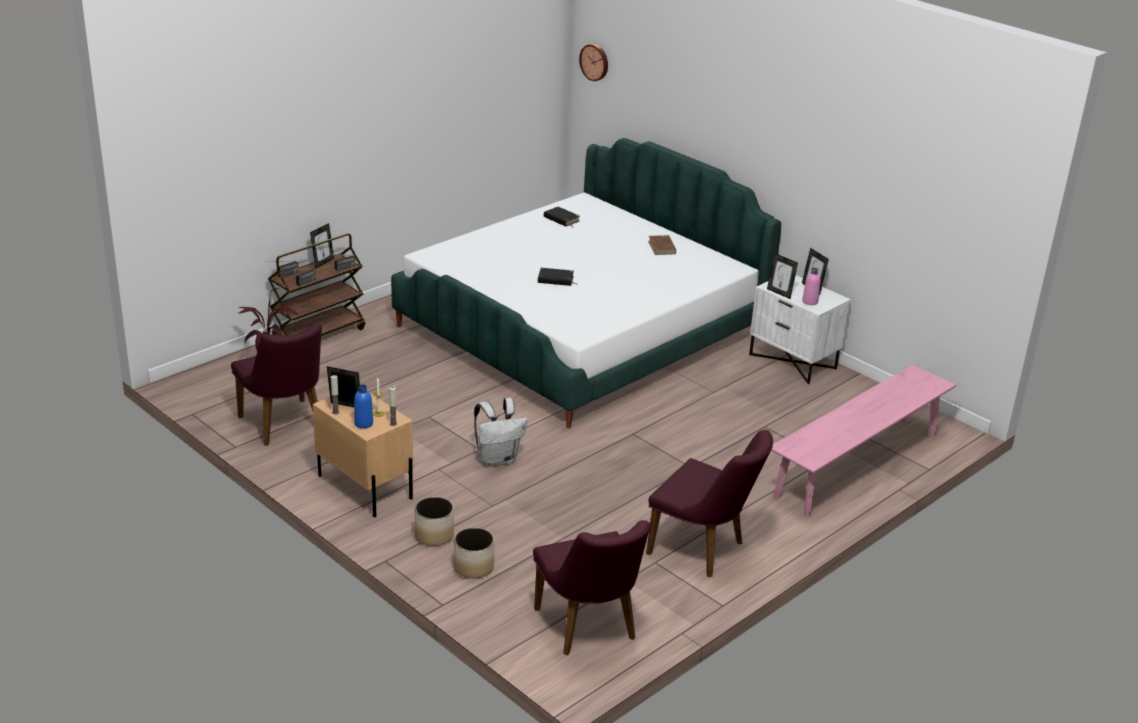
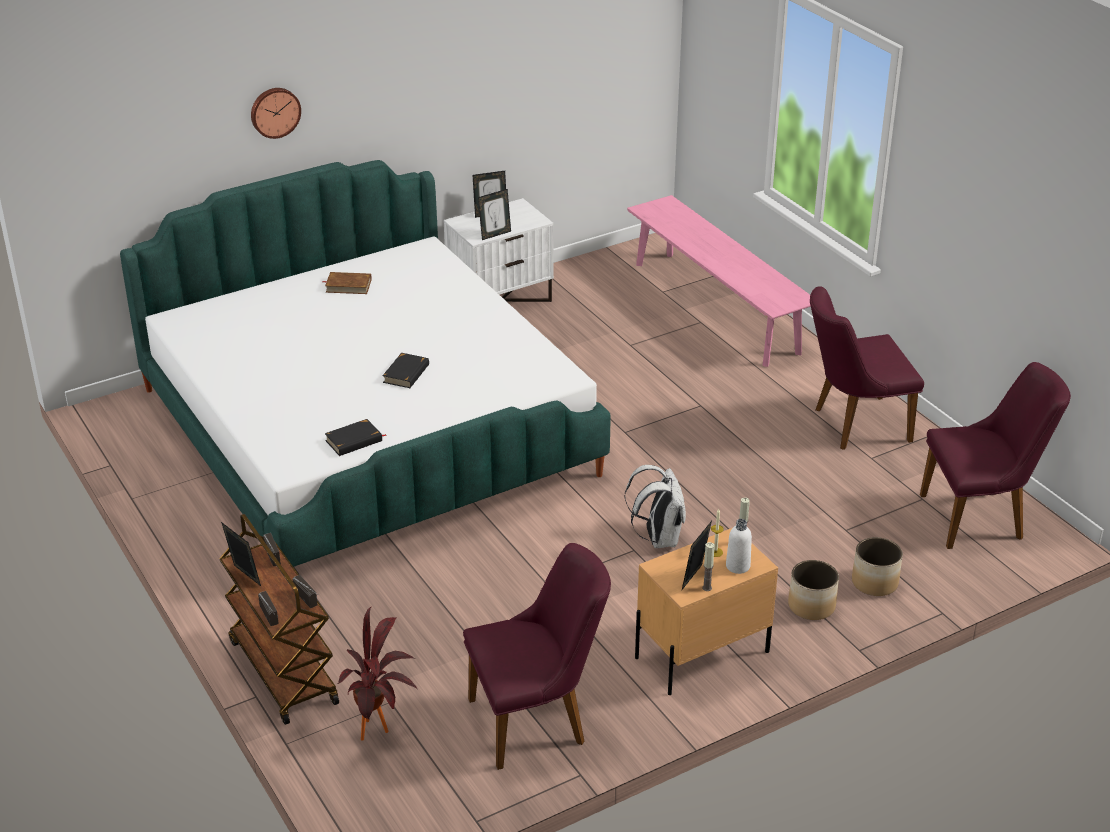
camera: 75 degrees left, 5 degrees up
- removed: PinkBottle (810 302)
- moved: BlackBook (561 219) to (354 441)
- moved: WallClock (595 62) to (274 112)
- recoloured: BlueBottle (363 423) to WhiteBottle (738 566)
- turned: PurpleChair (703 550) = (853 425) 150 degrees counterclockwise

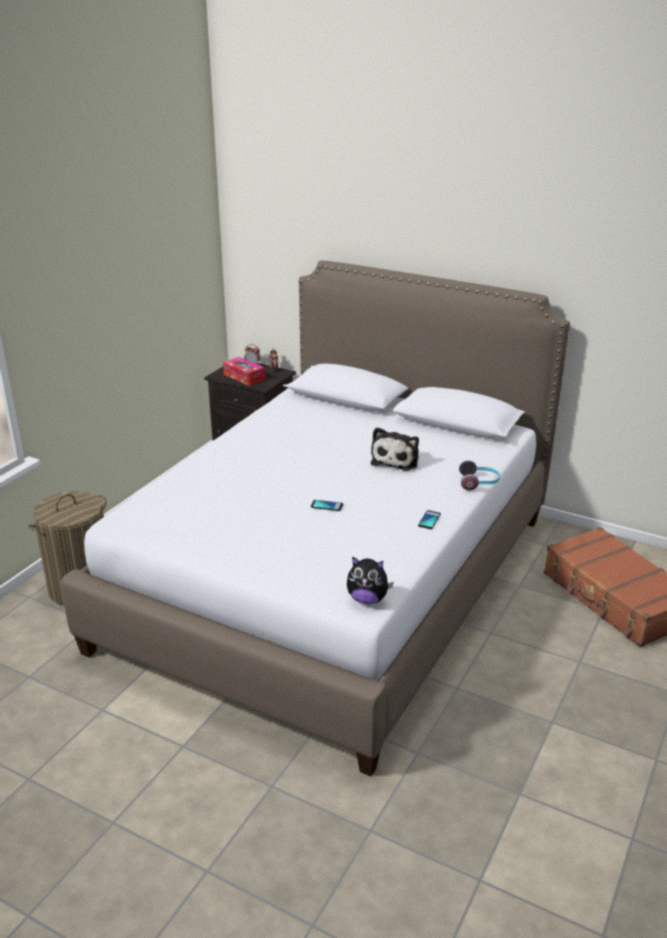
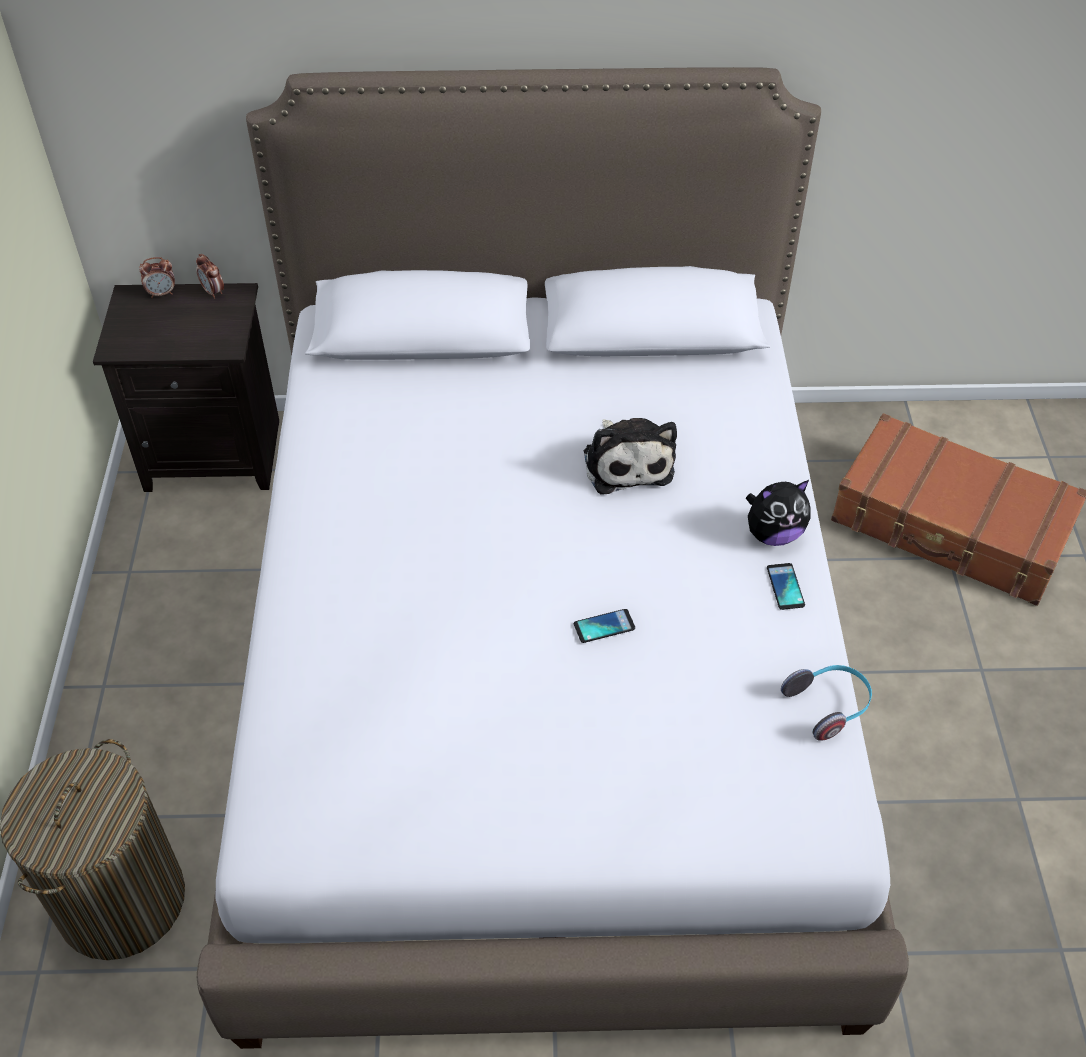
camera: 30 degrees left, 20 degrees up
- removed: TissueBox (244 377)
- moved: PlushToy (367 599) to (773 534)
- moved: Headphones (479 483) to (829 706)

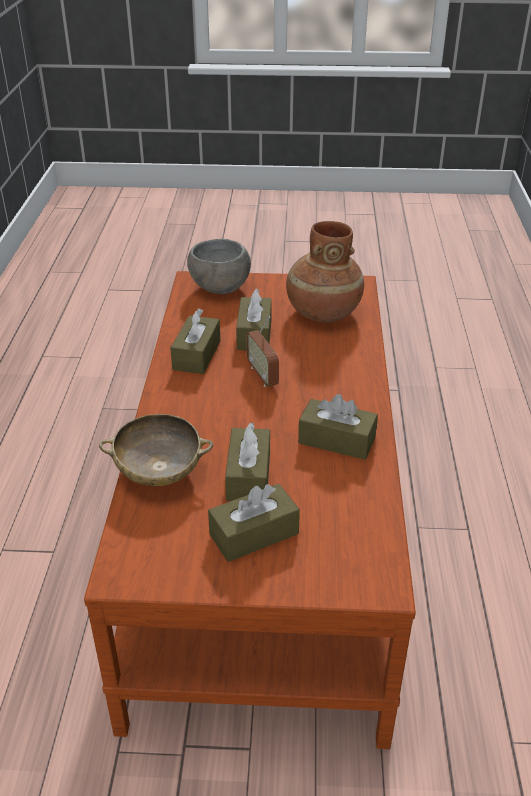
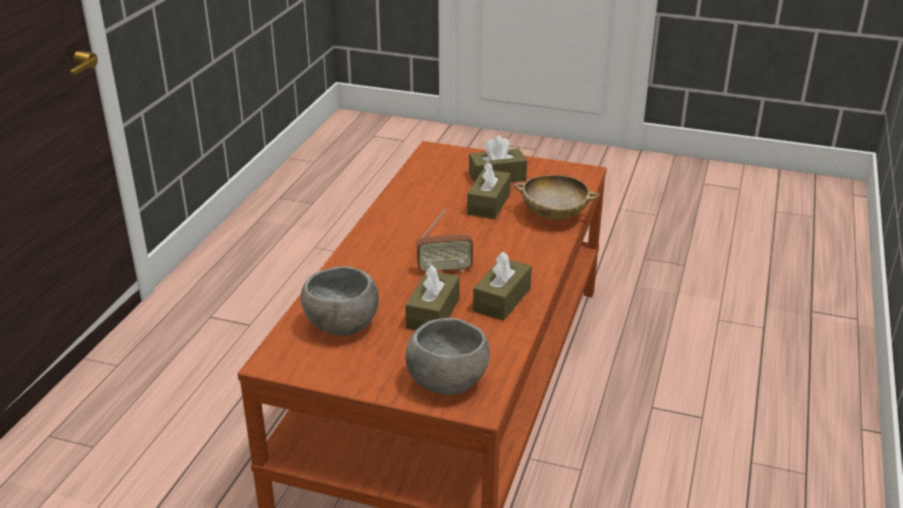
camera: 165 degrees left, 5 degrees down
- removed: BrownTissueBox (336 440)
- replaced: BrownVase (322 313) to GreyBowl (343 327)
- turned: Radio (263 375) = (444 270) 90 degrees clockwise

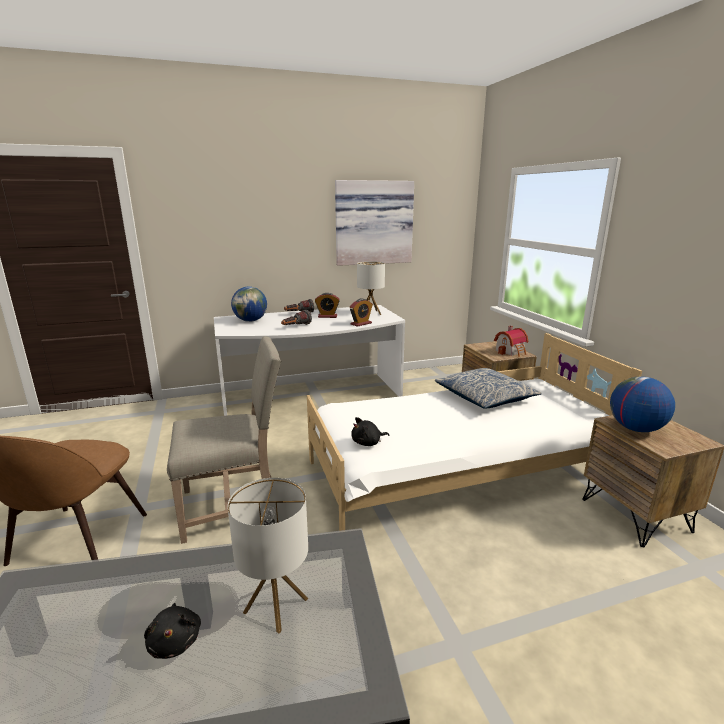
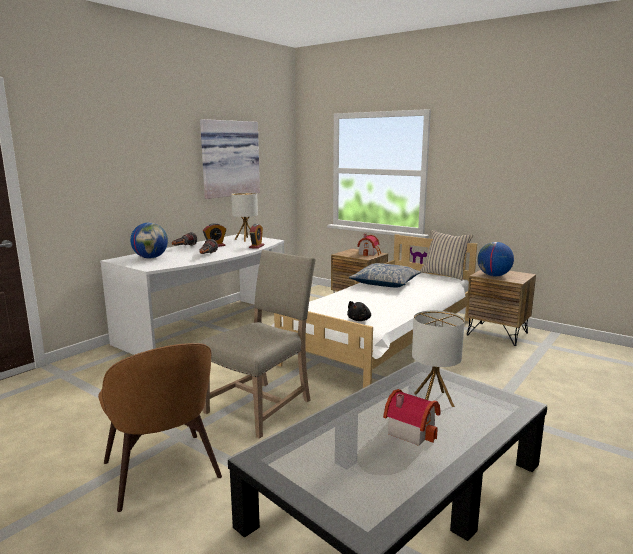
camera: 35 degrees left, 5 degrees down
- added: BeigePillow (444 274)
- replaced: BlackPlushToy (175 641) to ToyHouse (411 430)

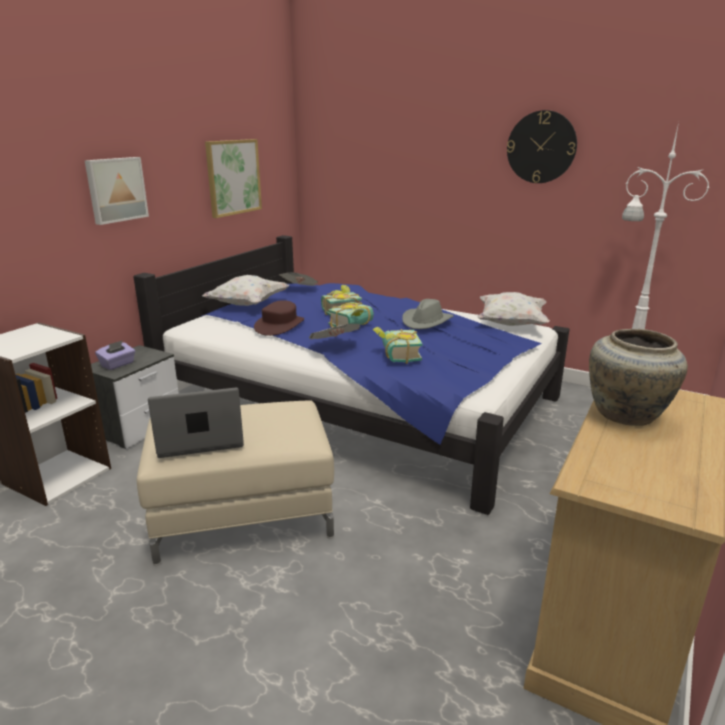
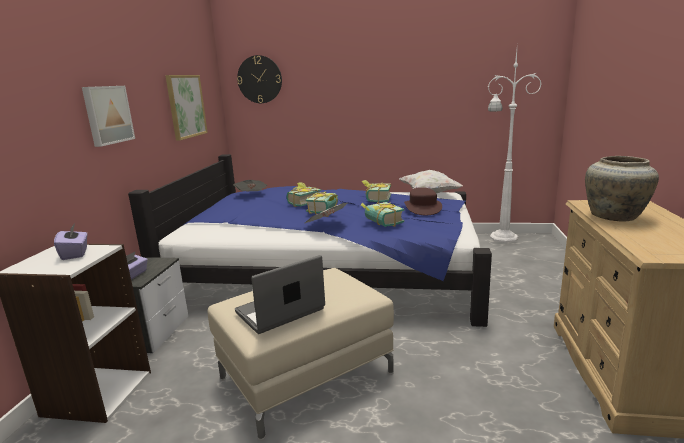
camera: 20 degrees left, 5 degrees down
- removed: WhitePillow (247 305)
- added: PurpleTissueBox (75 253)
- moved: BrownHat (280 325) to (423 208)
- moved: WallClock (541 147) to (259 79)
- replaced: GreyHat (427 321) to Book (375 199)

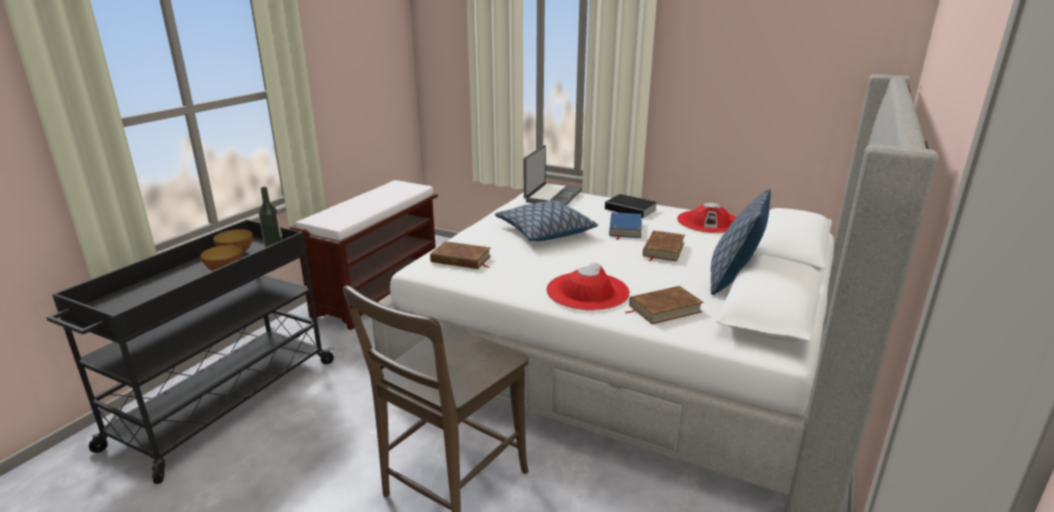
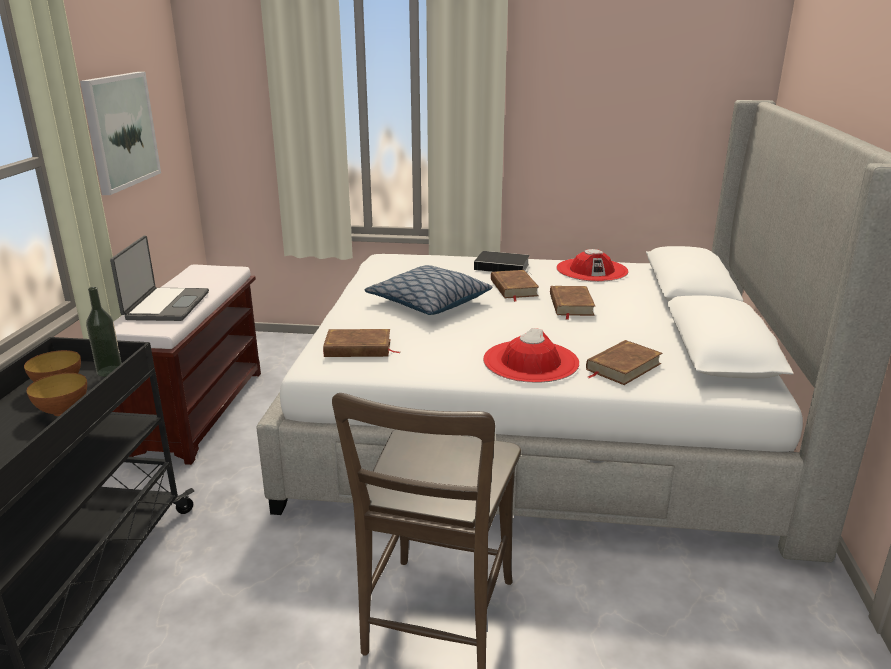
camera: 20 degrees left, 0 degrees up
- removed: Pillow (733 279)
- added: Picture (120 131)
- moved: Laptop (552 196) to (165 306)
- recoloured: BlueBook (625 228) to BrownBook (513 288)

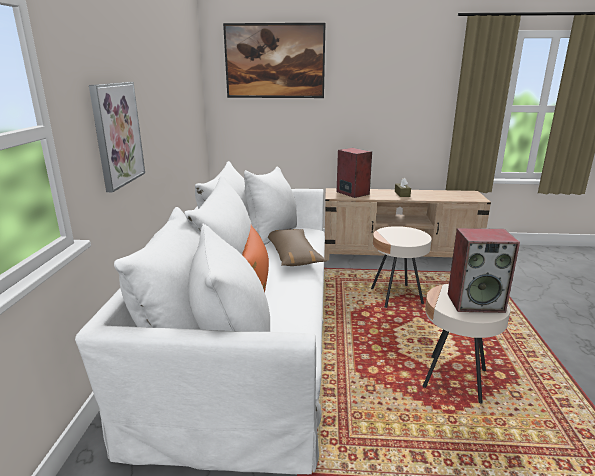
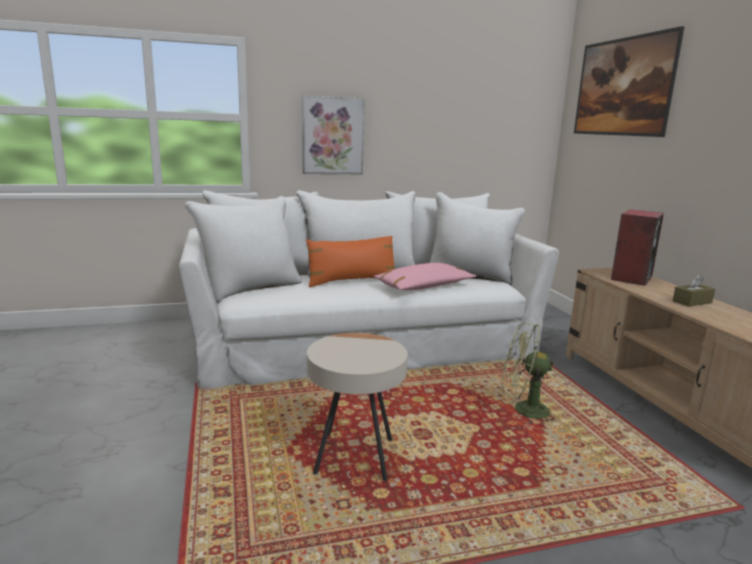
camera: 70 degrees right, 5 degrees down
- removed: Speaker (476 302)
- replaced: BeigeSideTable (396 296) to GreenFan (523 410)
- recoloured: BrownPillow (293 255) to PinkPillow (424 287)

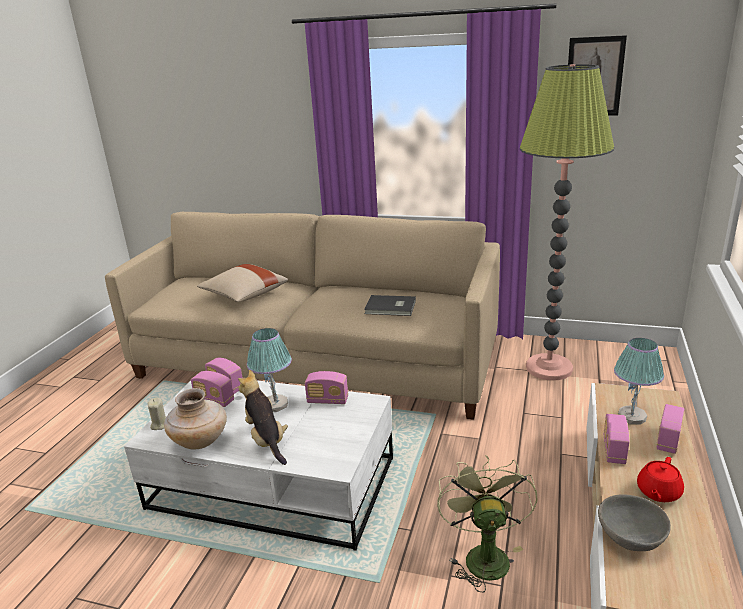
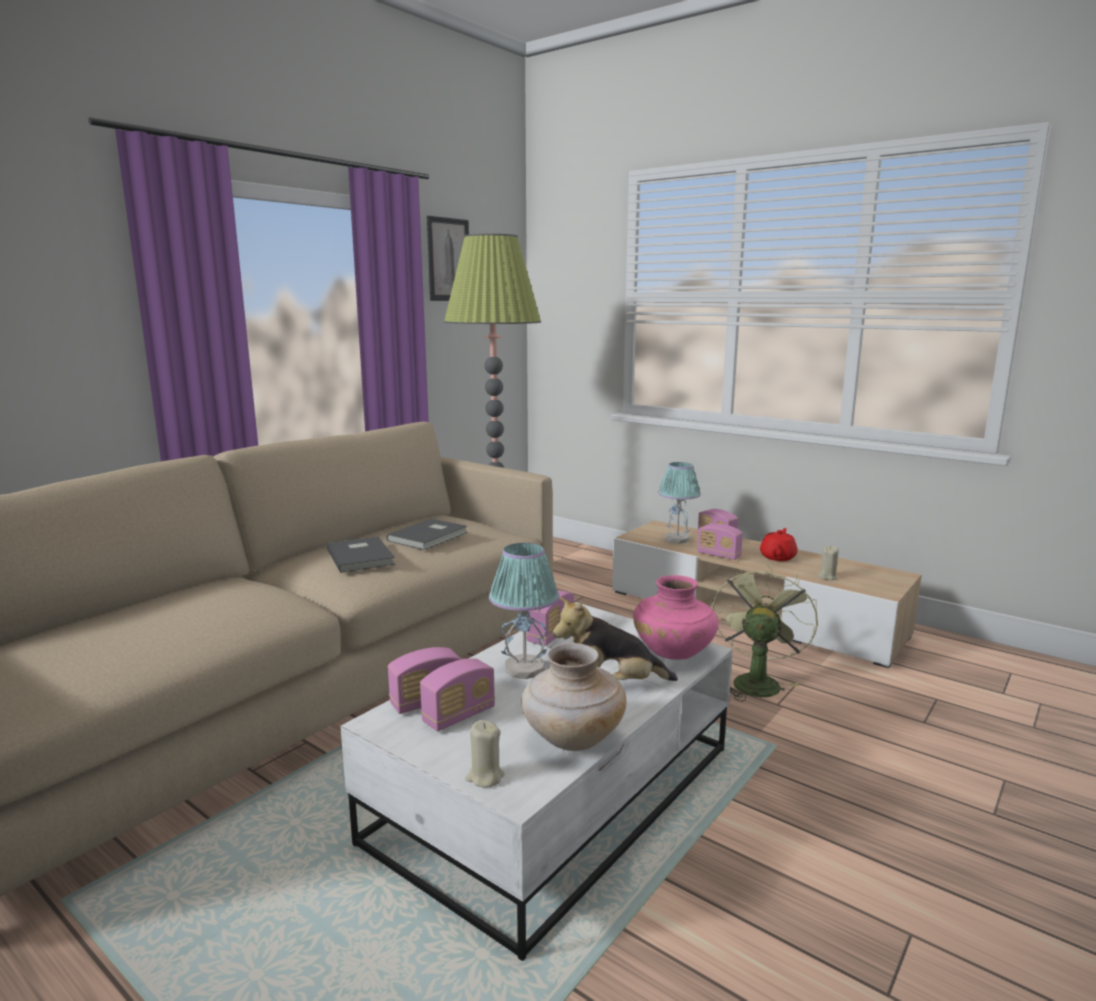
camera: 70 degrees left, 10 degrees down
- removed: BeigePillow (244 295)
- added: GreyBook (362 556)
- added: PinkVase (674 652)
- replaced: GreyBowl (630 538) to BeigeCandle (827 577)
- turned: GreenFan (483 555) = (755 681) 90 degrees clockwise
- turned: RedTeapot (658 492) = (778 557) 120 degrees counterclockwise

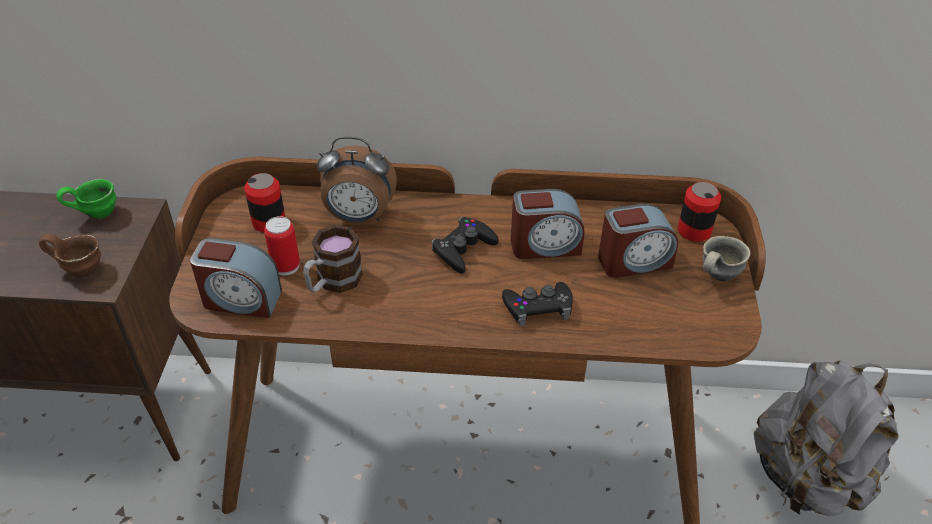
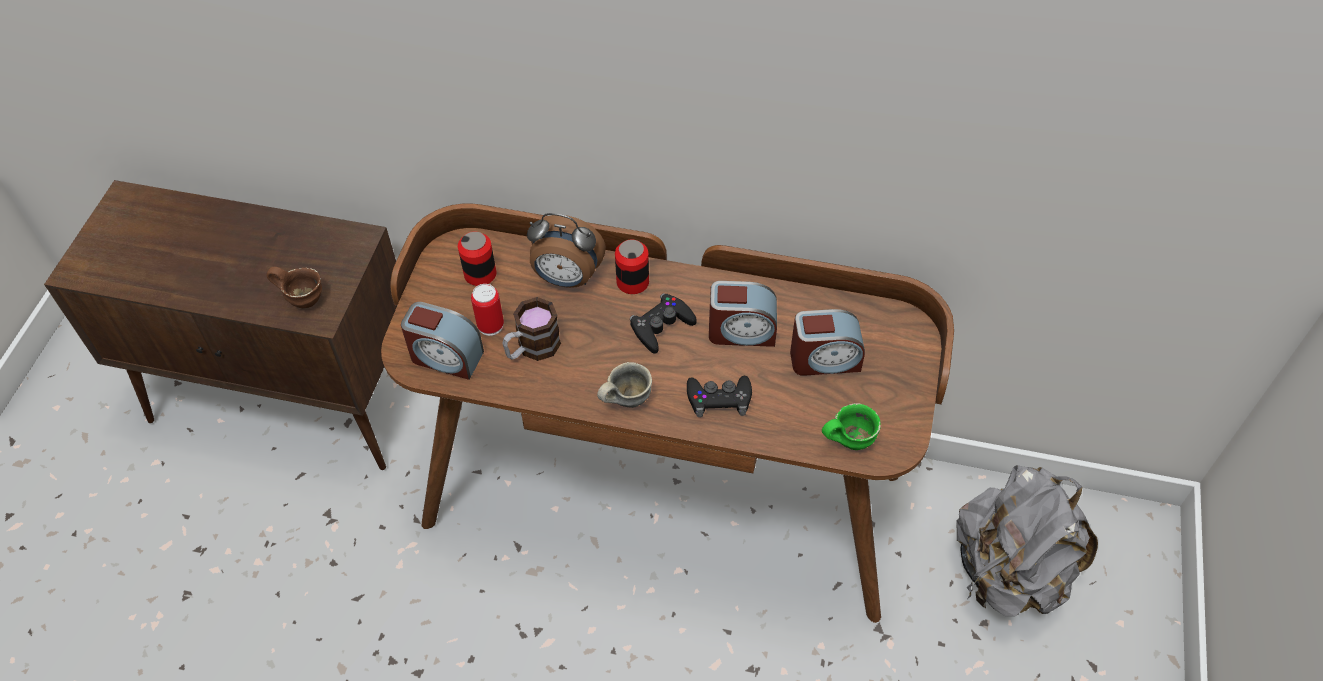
camera: 10 degrees right, 10 degrees up
- moved: GreenMug (96 213) to (848 439)
- moved: Can (694 231) to (632 282)
- moved: GreyMug (715 275) to (625 399)

